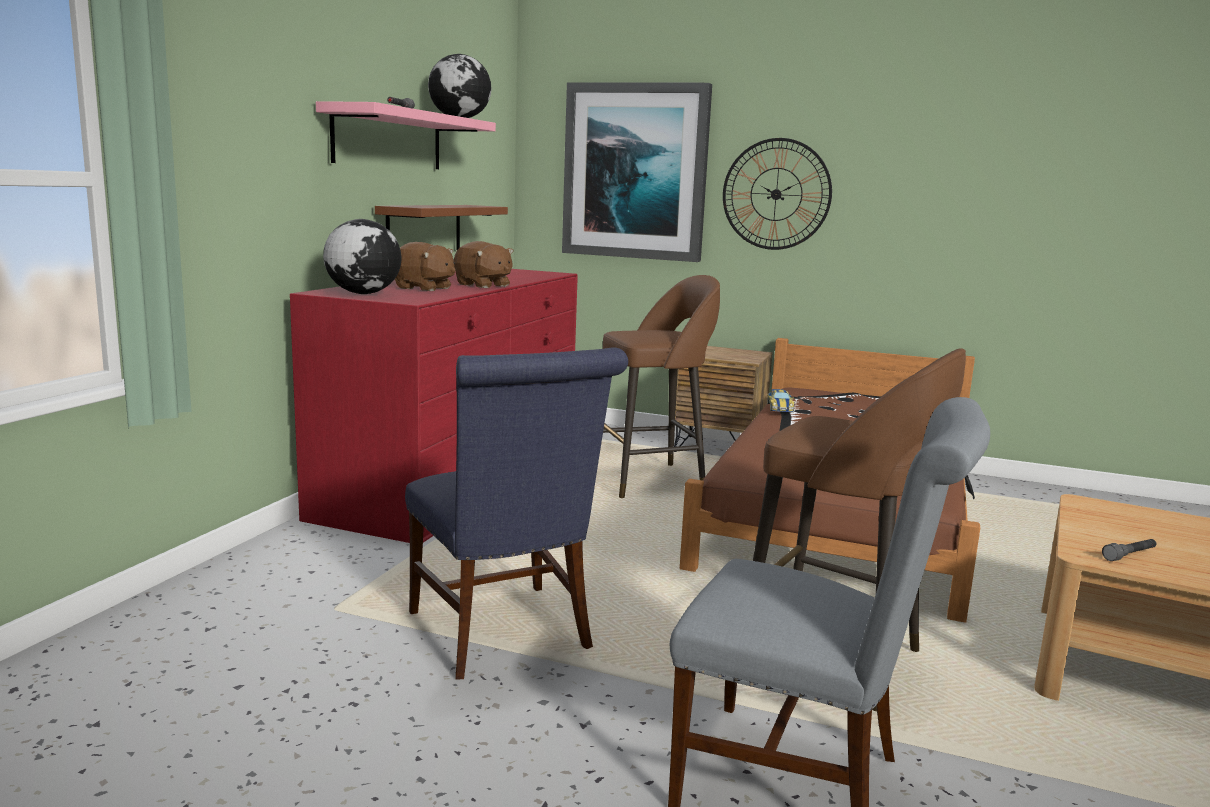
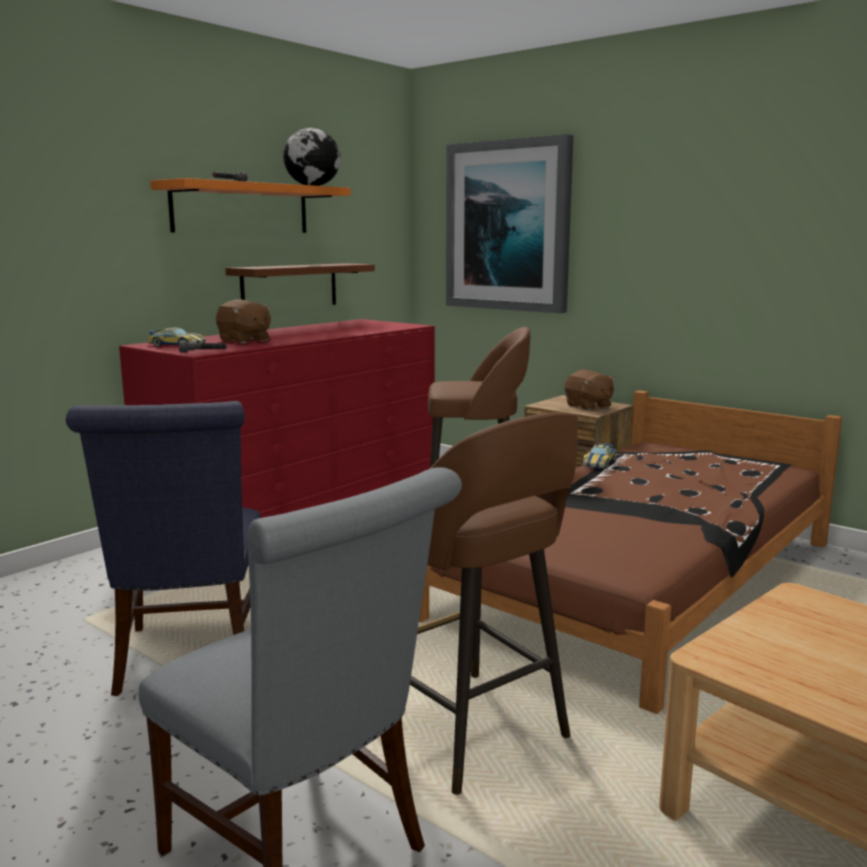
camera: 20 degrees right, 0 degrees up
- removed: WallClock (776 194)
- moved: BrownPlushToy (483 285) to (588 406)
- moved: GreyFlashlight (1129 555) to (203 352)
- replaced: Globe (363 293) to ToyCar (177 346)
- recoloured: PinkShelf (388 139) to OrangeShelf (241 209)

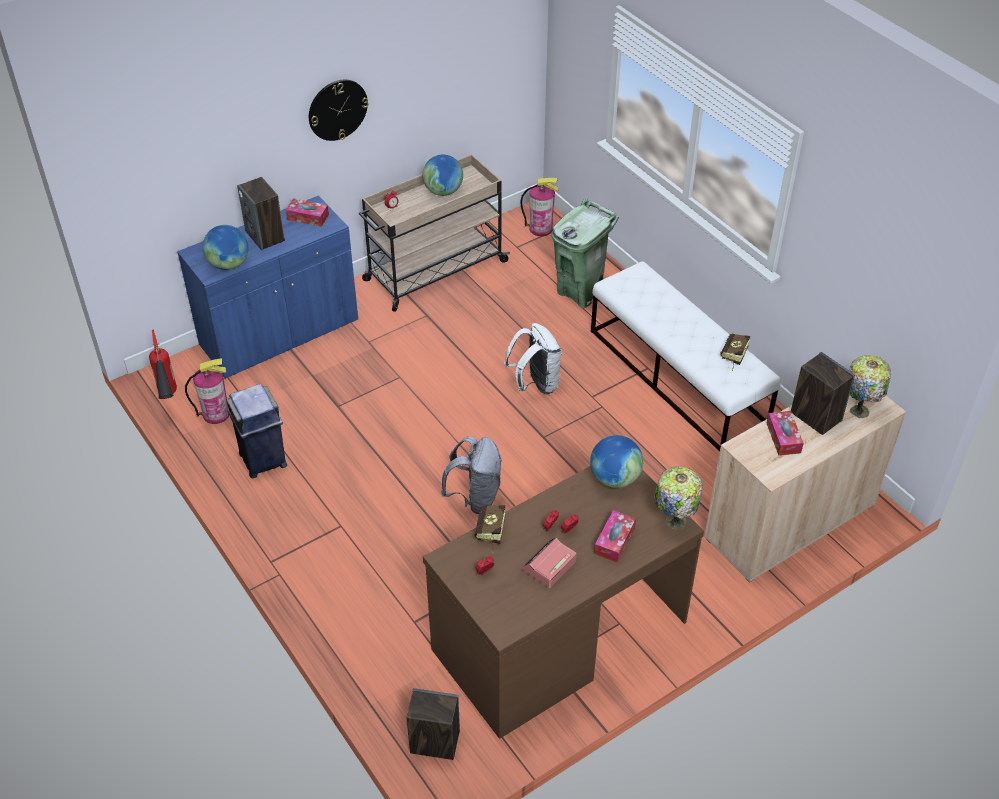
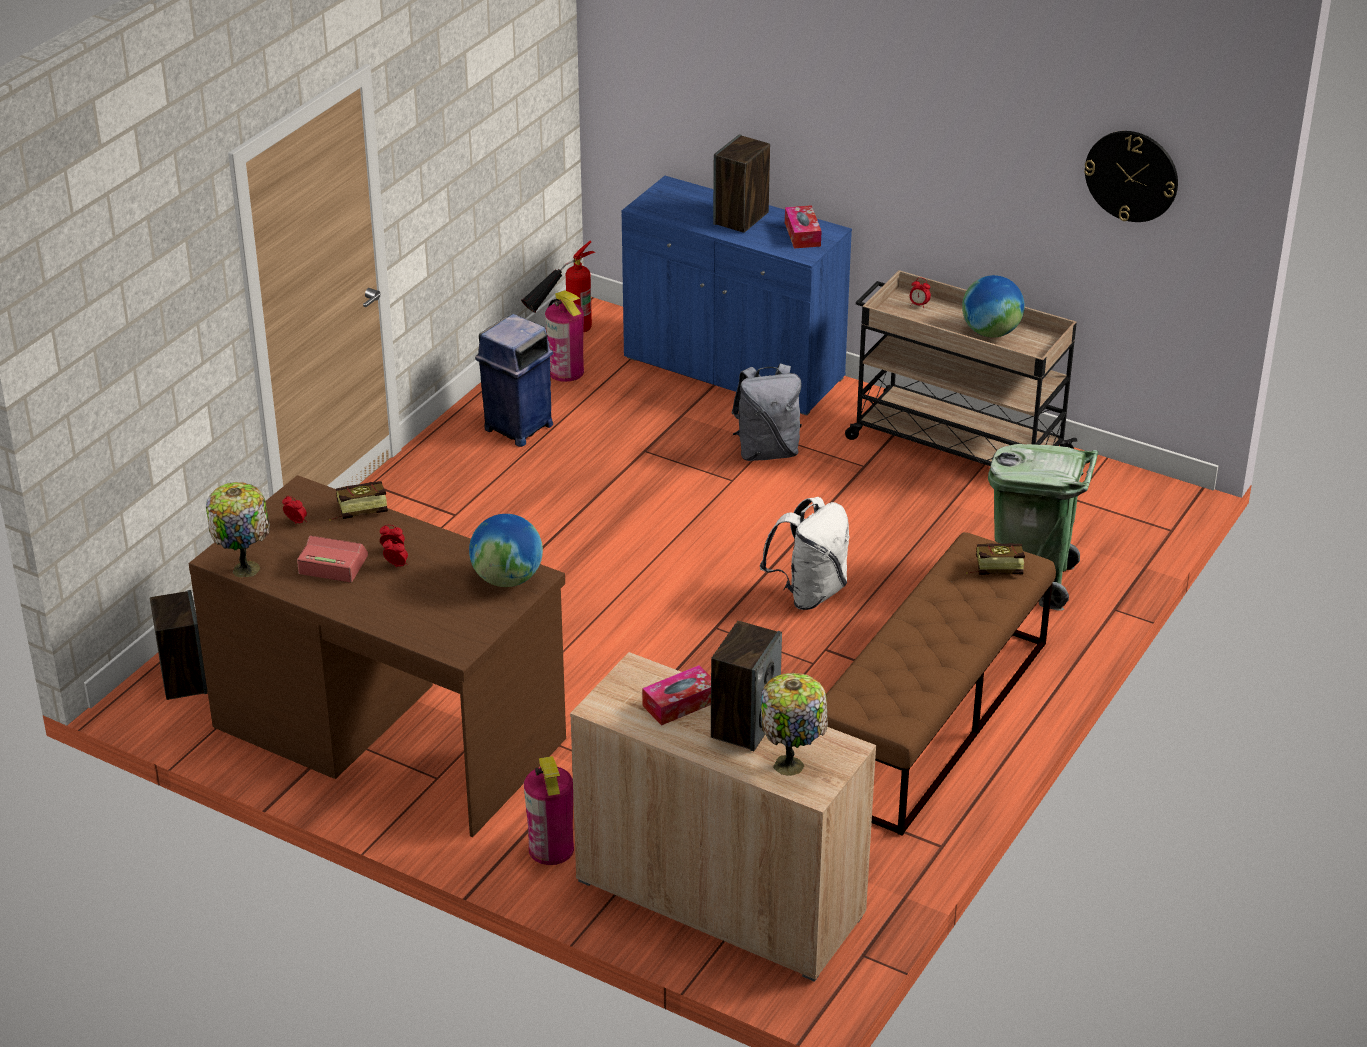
camera: 65 degrees right, 10 degrees down
- removed: Globe (228 264)
- removed: TissueBox (614 541)
- moved: WallClock (337 109) to (1131 175)
- moved: GreyBackpack (475 497) to (767 451)
- moved: FireExtinguisher (541 228) to (551 849)
- moved: TableLamp (674 522) to (245 567)
- moved: Book (733 357) to (993 568)
- recoloured: WhiteBench (677 377) to BrownBench (930 719)

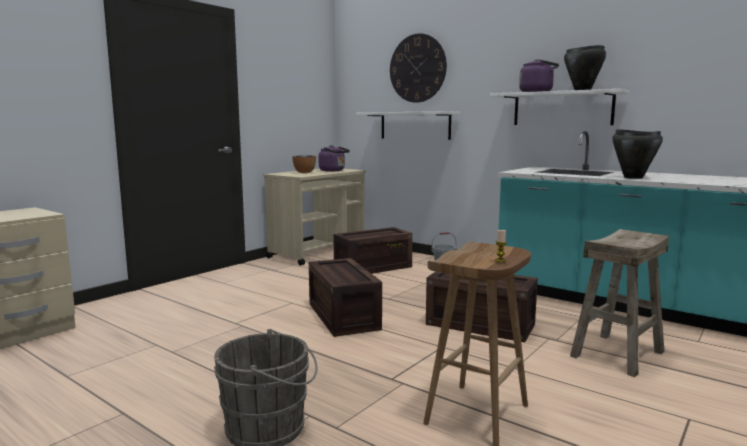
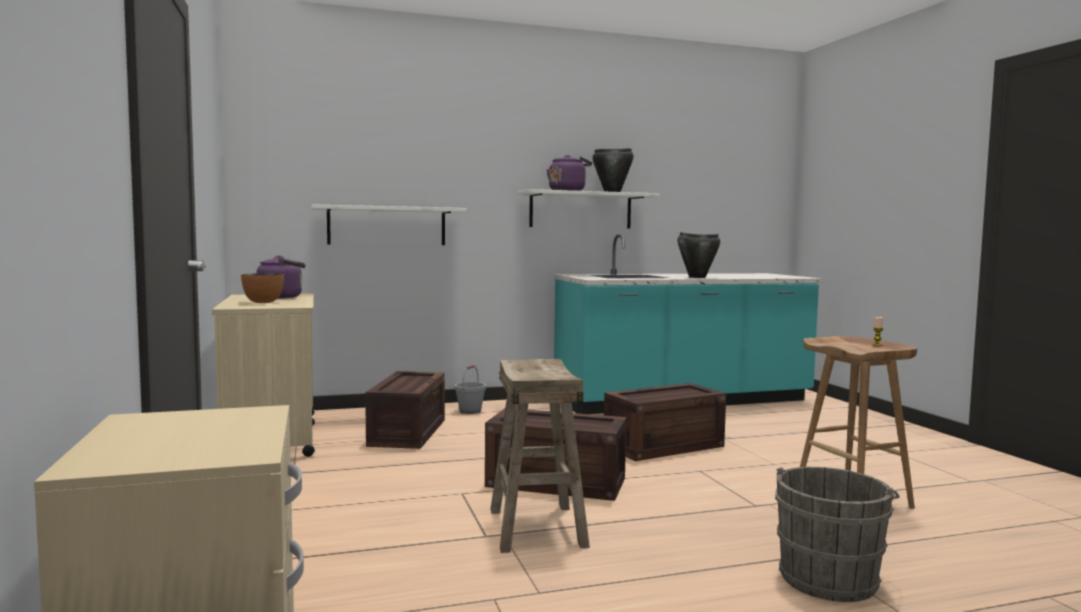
camera: 55 degrees left, 5 degrees down
- removed: WallClock (417 68)
- moved: BeigeStool (617 353) to (535 527)

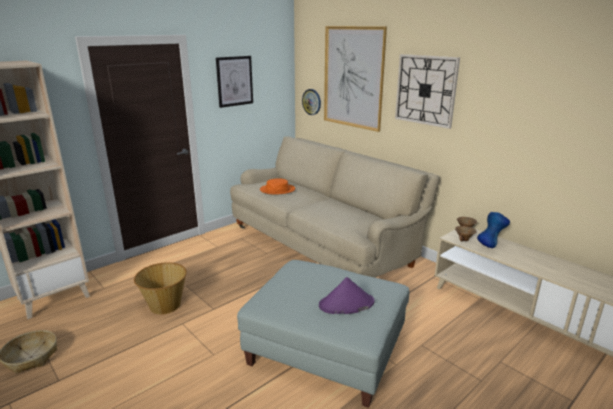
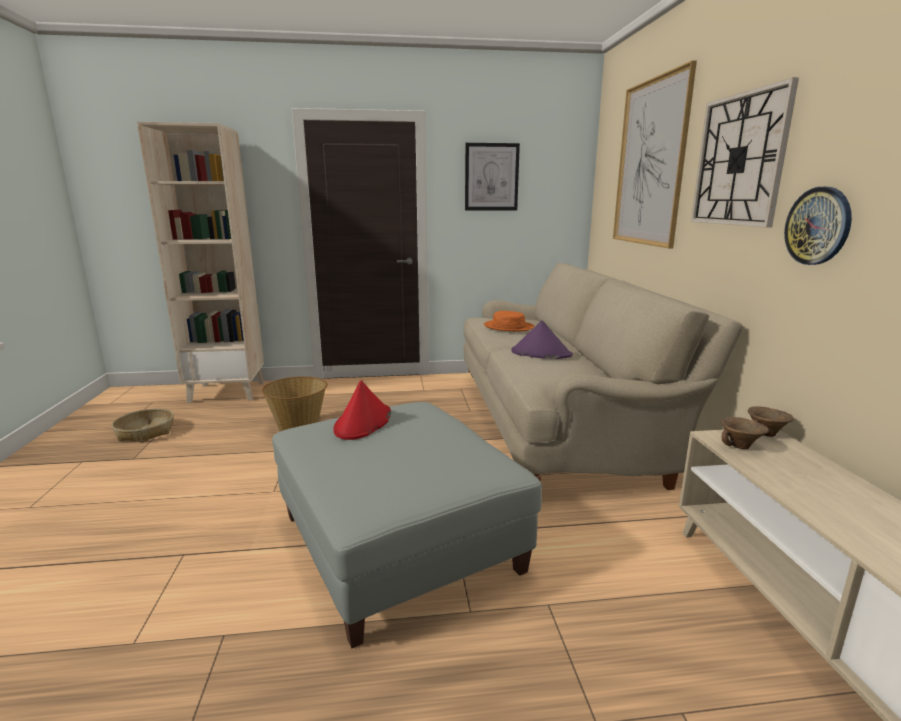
camera: 35 degrees right, 5 degrees down
- removed: BlueVase (490 245)
- added: RedHat (363 422)
- moved: WallClock (311 102) to (818 226)
- moved: PurpleHat (346 304) to (541 353)

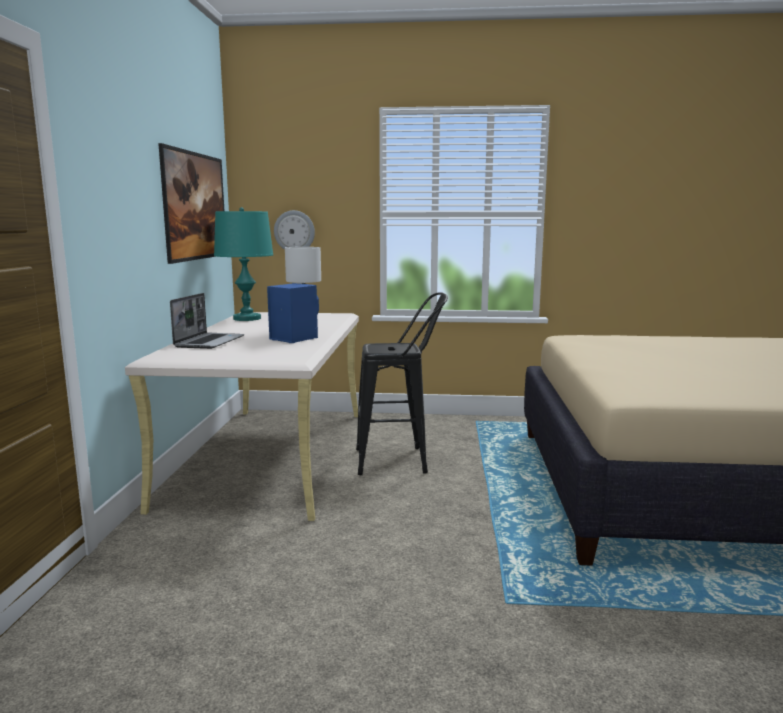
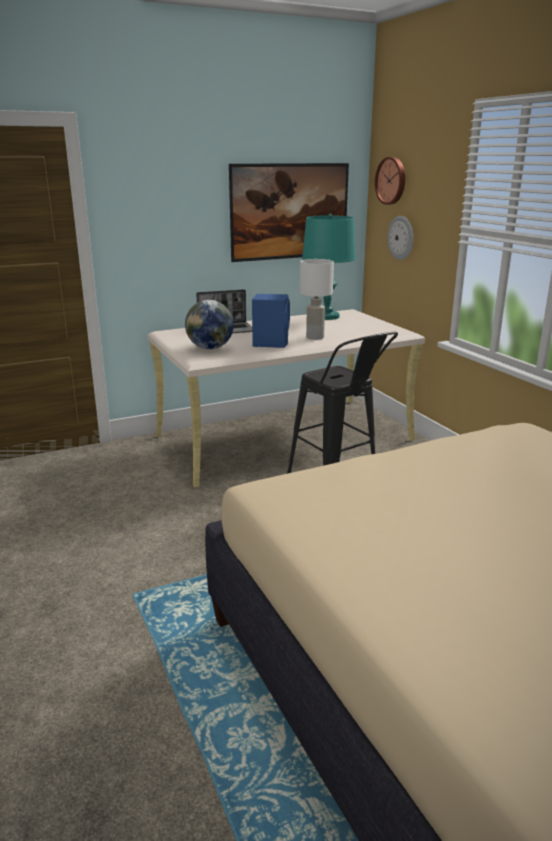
camera: 60 degrees right, 10 degrees up
- added: Globe (210 348)
- added: WallClock (392 181)

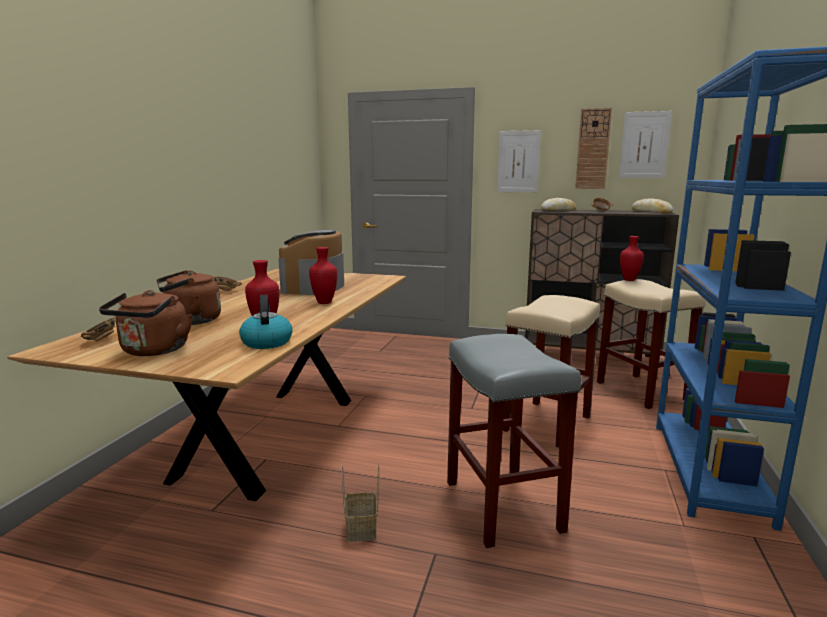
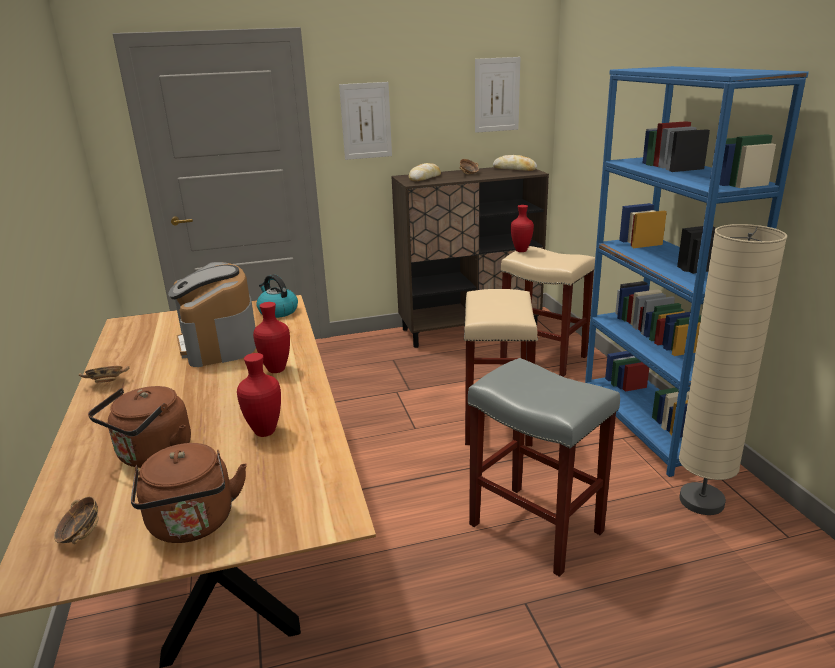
camera: 30 degrees left, 10 degrees up
- removed: Basket (362 529)
- removed: WallClock (593 149)
- added: BeigeFloorLamp (701 501)
- moved: Kettle (266 342) to (277 311)

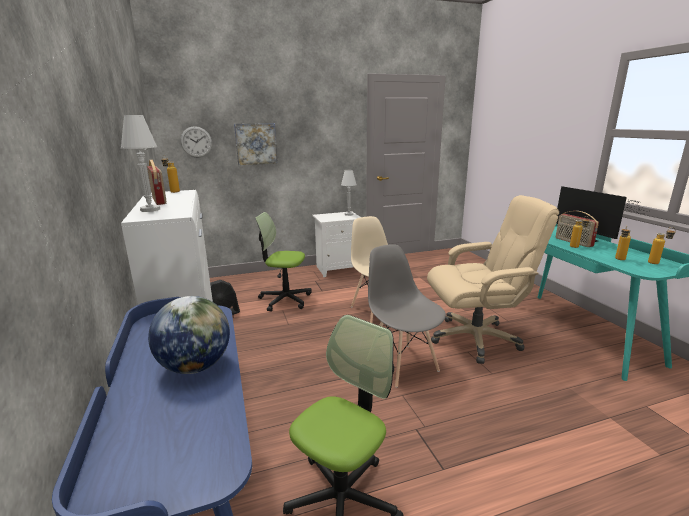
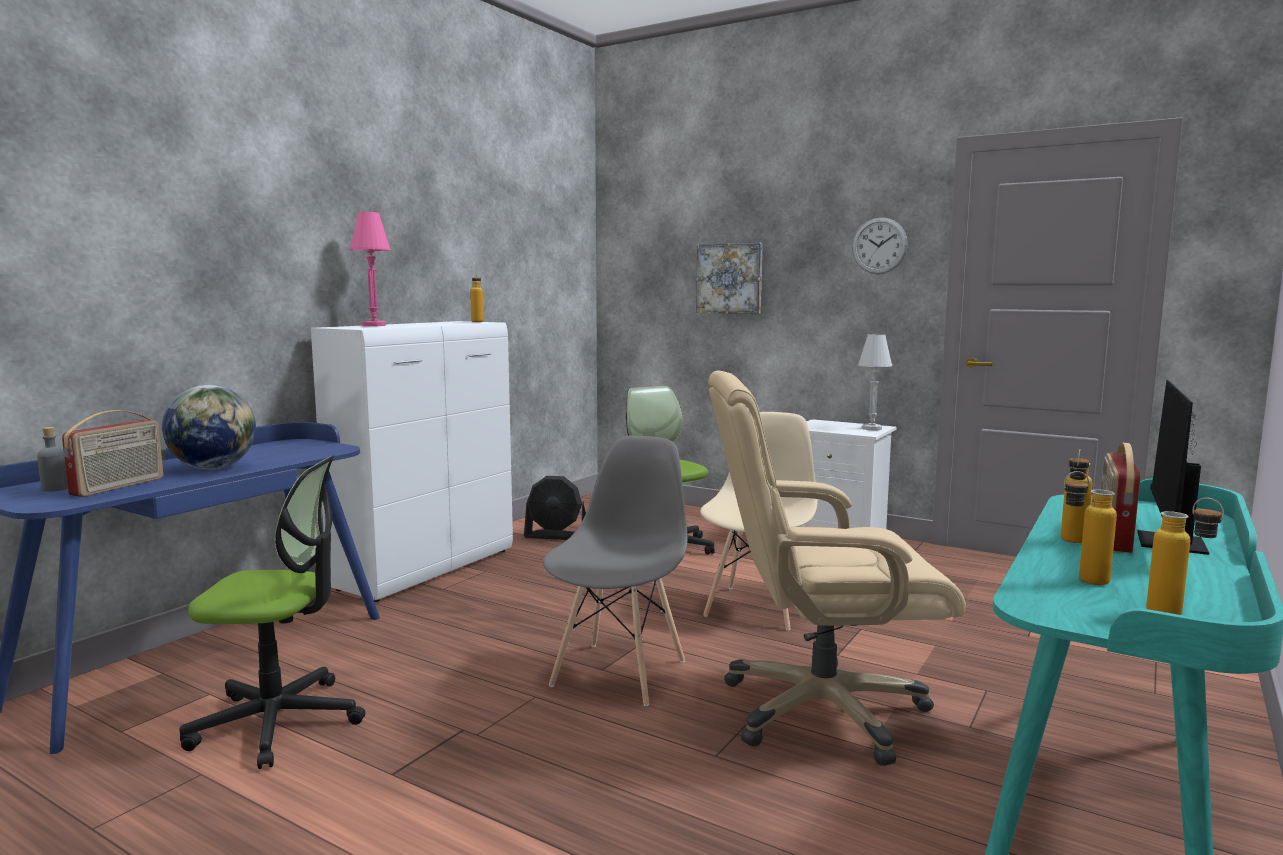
camera: 50 degrees right, 10 degrees down
- added: GreyBottle (55 488)
- moved: Radio (159 200) to (119 487)
- moved: WallClock (196 142) to (879 246)
- recoloured: WhiteTableLamp (150 210) to PinkTableLamp (374 325)
- turned: BeigeOfficeChair (476 339) = (820 710) 135 degrees clockwise

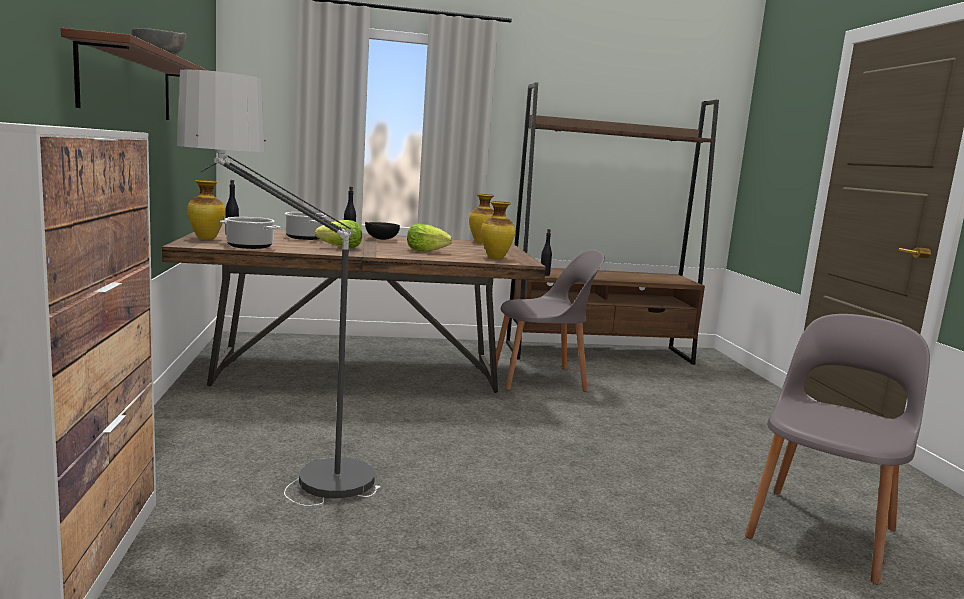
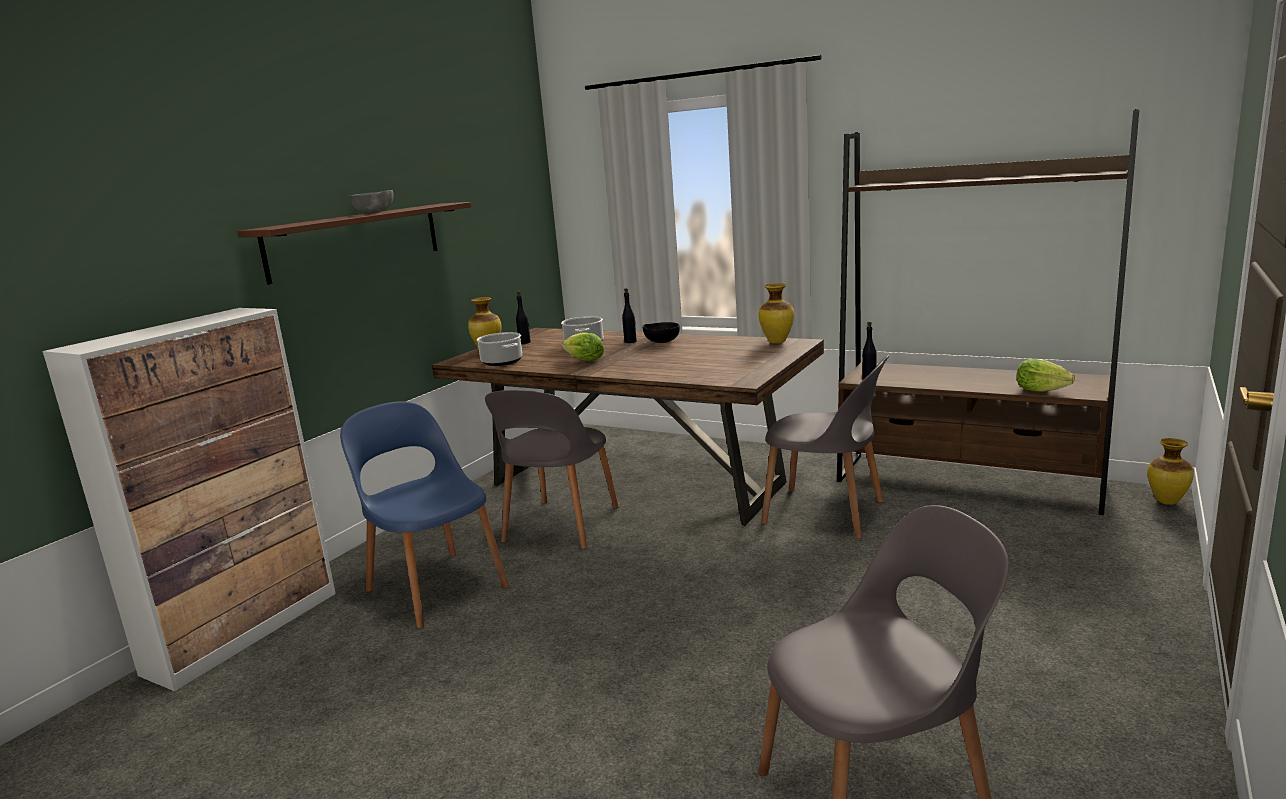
camera: 40 degrees right, 5 degrees up
- added: GreyChair (560 526)
- moved: Lettuce (426 251) to (1040 390)
- moved: Vase (496 258) to (1167 501)
- replaced: FloorLamp (278 476) to BlueChair (435 587)

